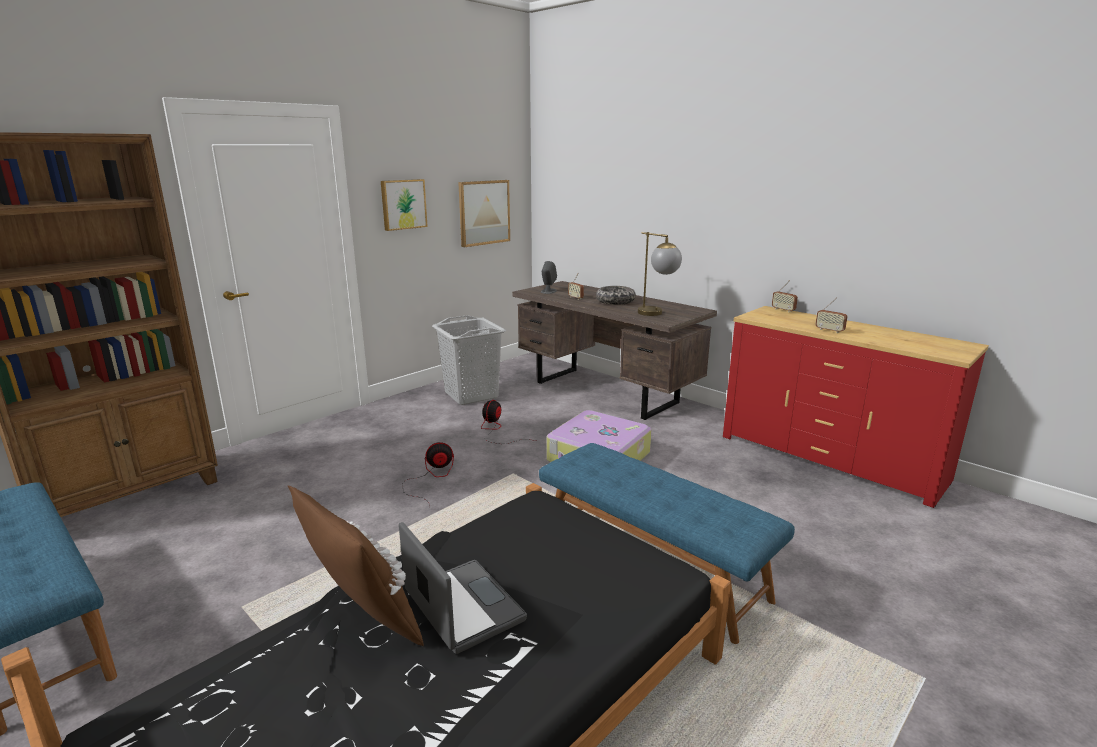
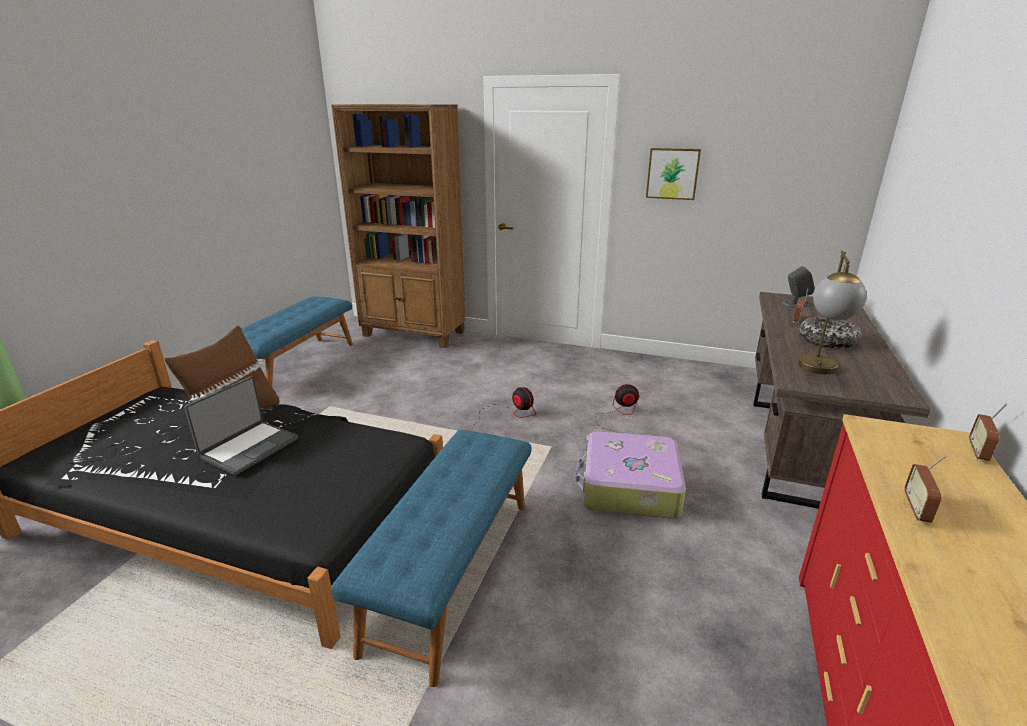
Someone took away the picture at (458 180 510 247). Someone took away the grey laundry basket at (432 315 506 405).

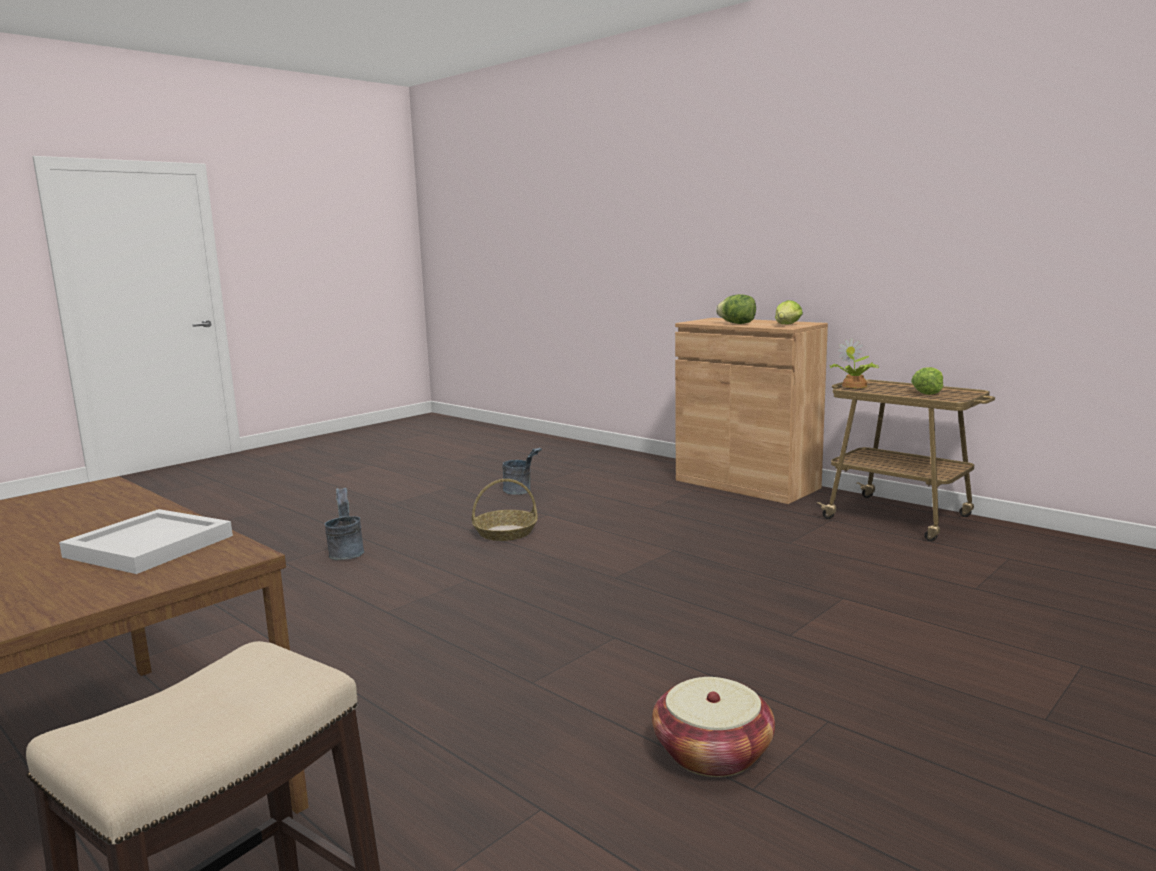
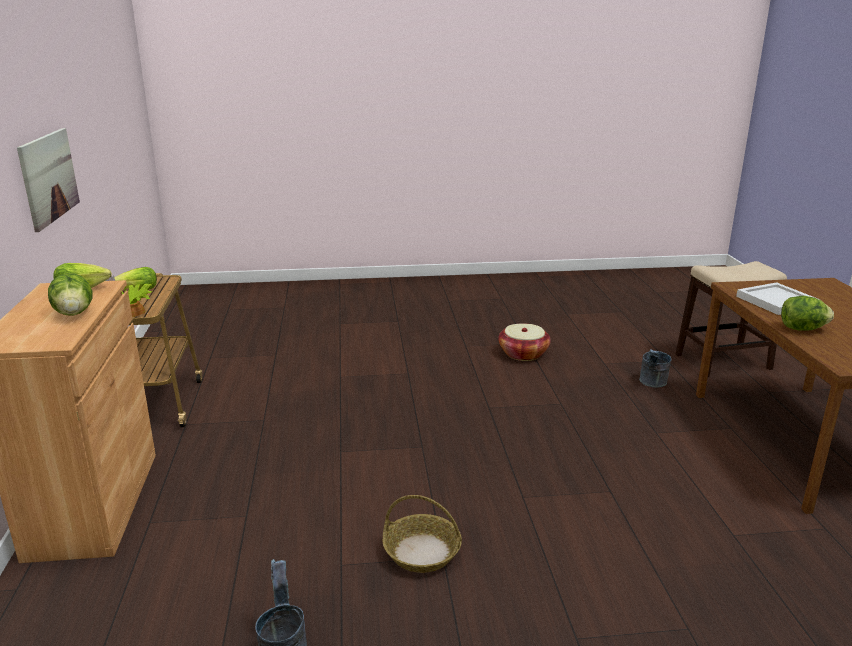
Someone carried the grey bucket from (324 488 364 560) to (639 349 671 388). Someone put up the picture at (17 128 80 232). Someone put down the lettuce at (781 296 834 331).

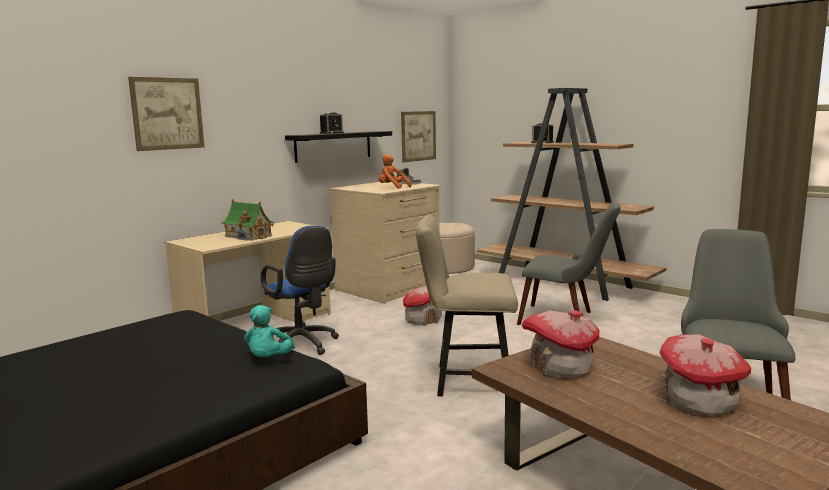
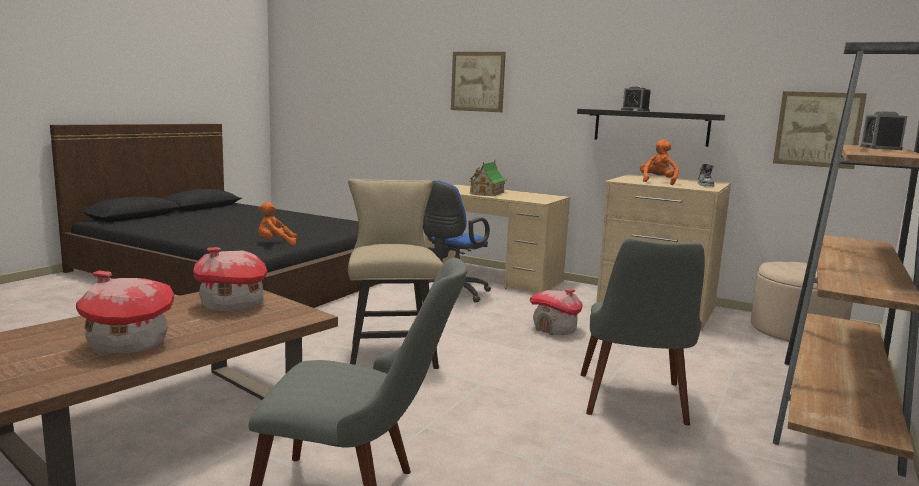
Someone repainted the turquoise plush toy at (244 305 295 357), which became the orange plush toy at (258 202 297 246).

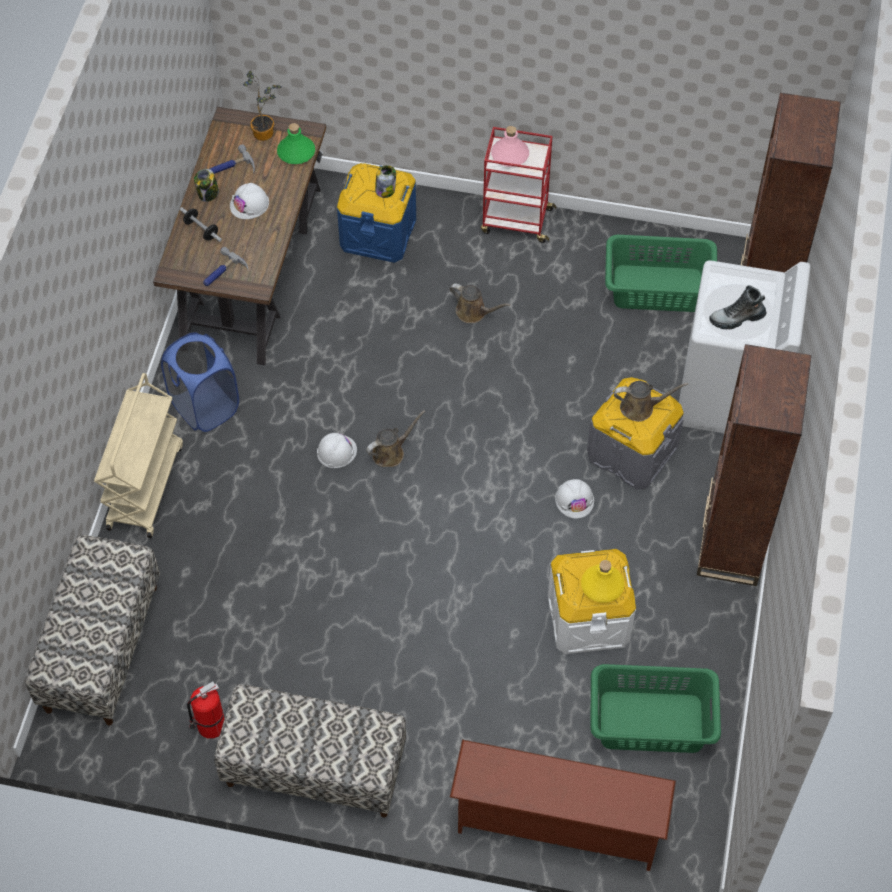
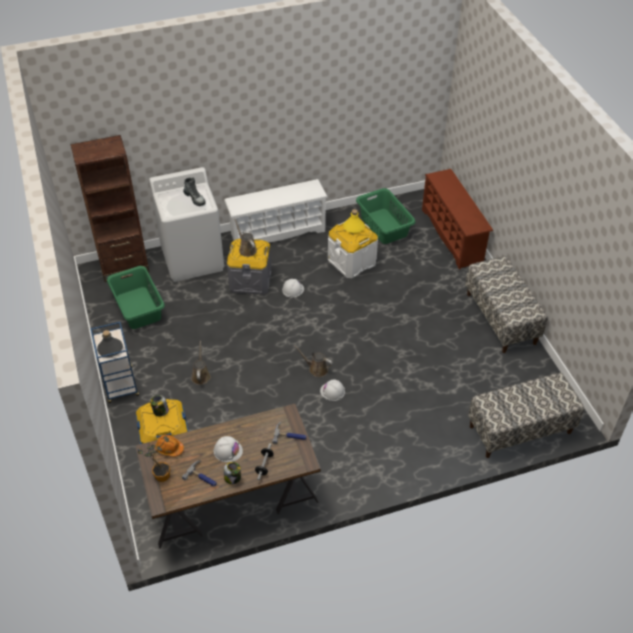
Someone swapped the green bottle at (277 123 315 164) for the orange hard hat at (155 435 184 457). Someone repainted the pink bottle at (491 126 529 167), which became the grey bottle at (97 330 123 357). Someone repainted the red cart at (481 127 556 243), which became the blue cart at (90 322 139 403). Someone took away the blue laundry basket at (161 332 239 432). Someone swapped the brown bookcase at (697 344 812 586) for the white shoe rack at (224 179 328 243). Someone took away the beige cart at (94 373 183 538). Someone took away the fire extinguisher at (187 682 225 739).

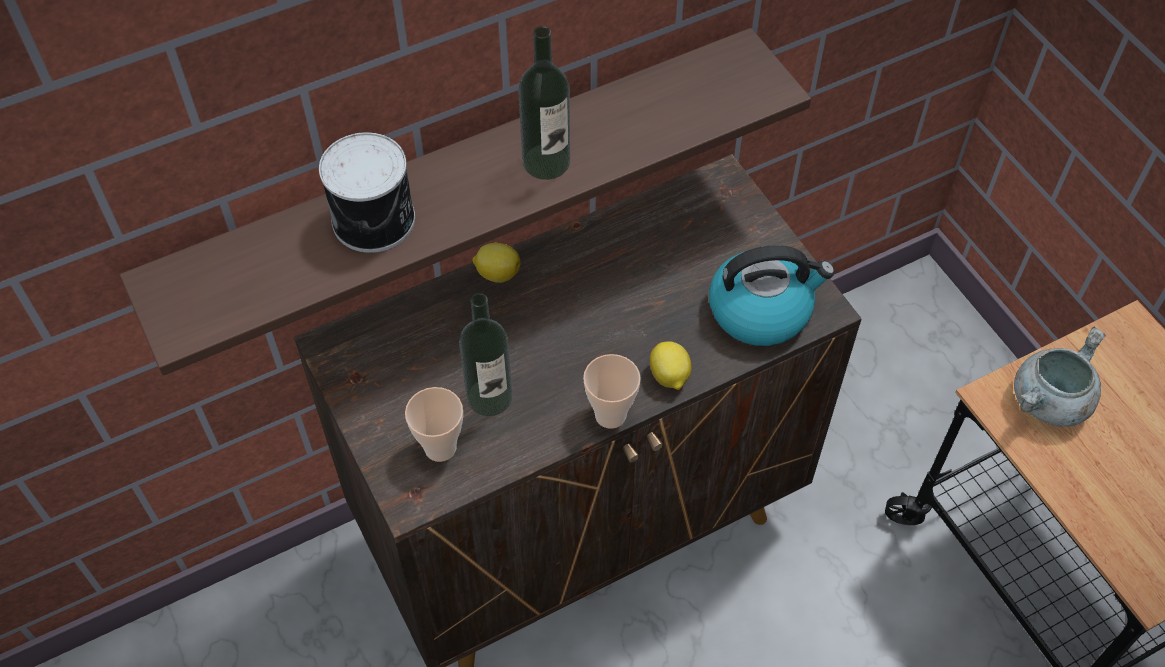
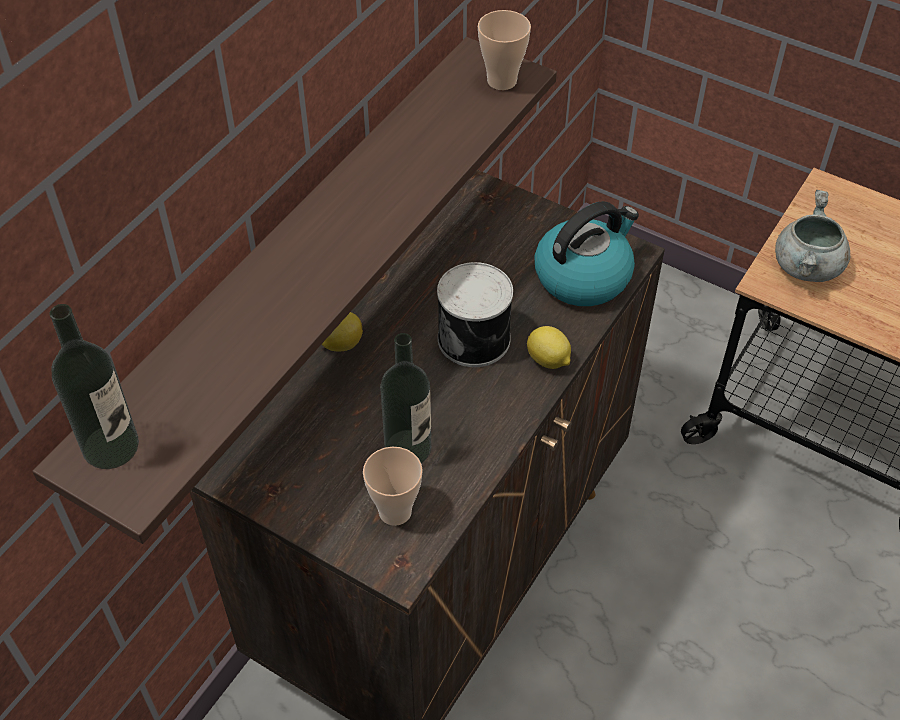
Someone carried the bottle from (518 26 570 180) to (50 304 139 469). Someone carried the can from (319 132 415 253) to (437 262 513 367). Someone carried the cup from (583 354 641 429) to (478 10 531 90).

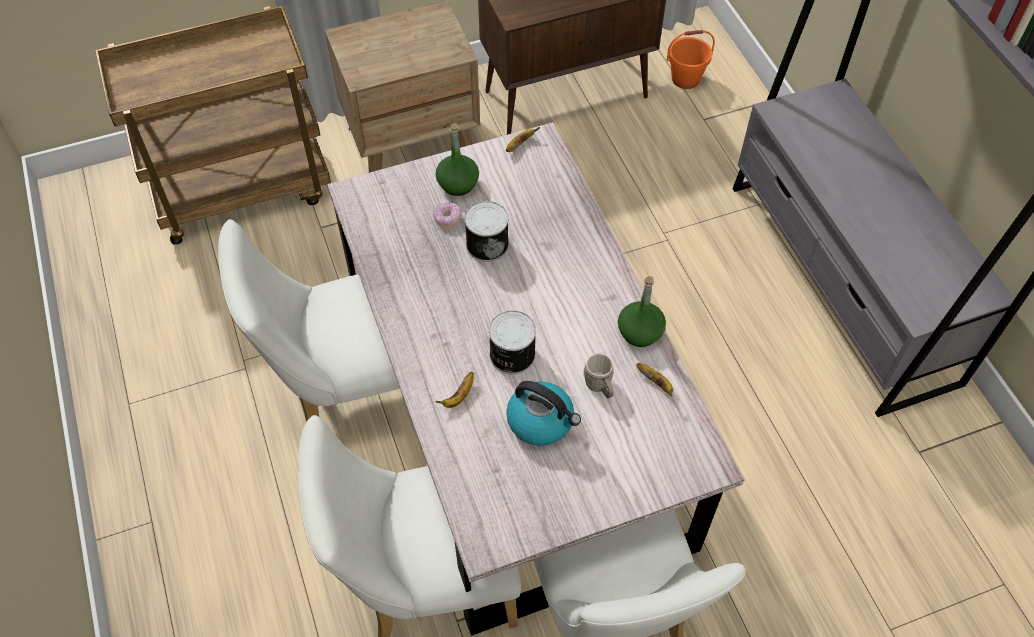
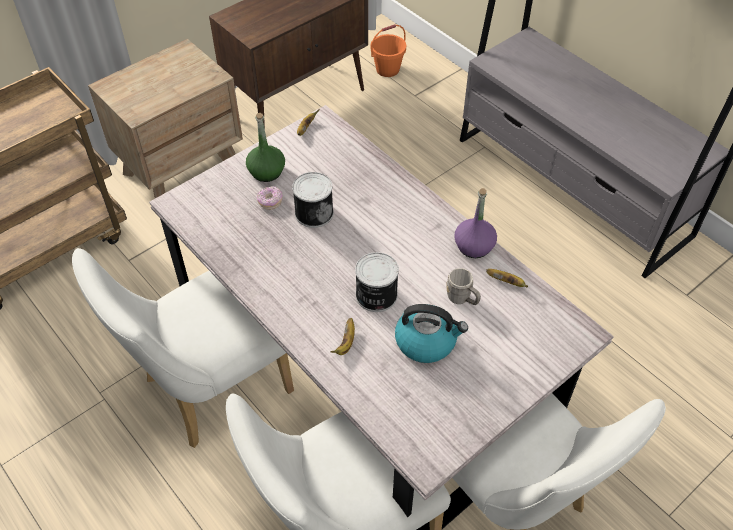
Someone repainted the green bottle at (618 276 666 347), which became the purple bottle at (454 188 497 258).

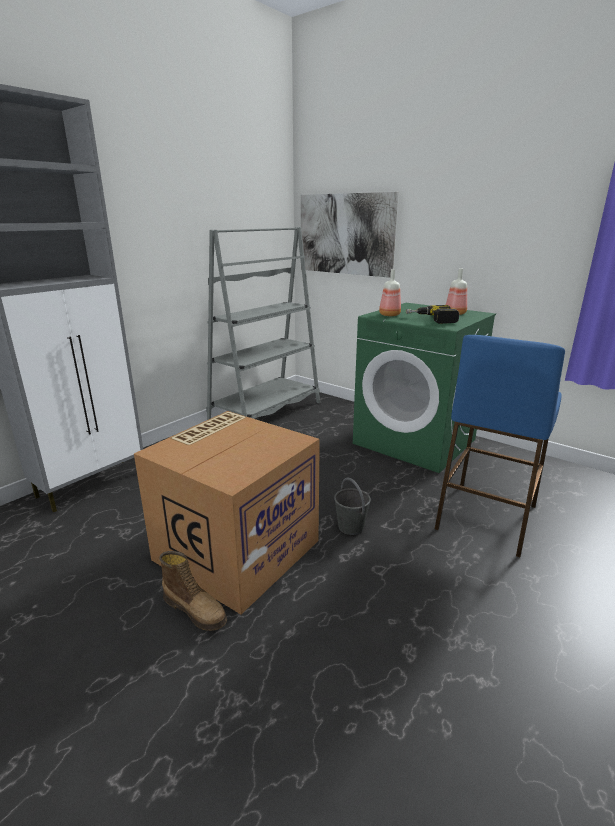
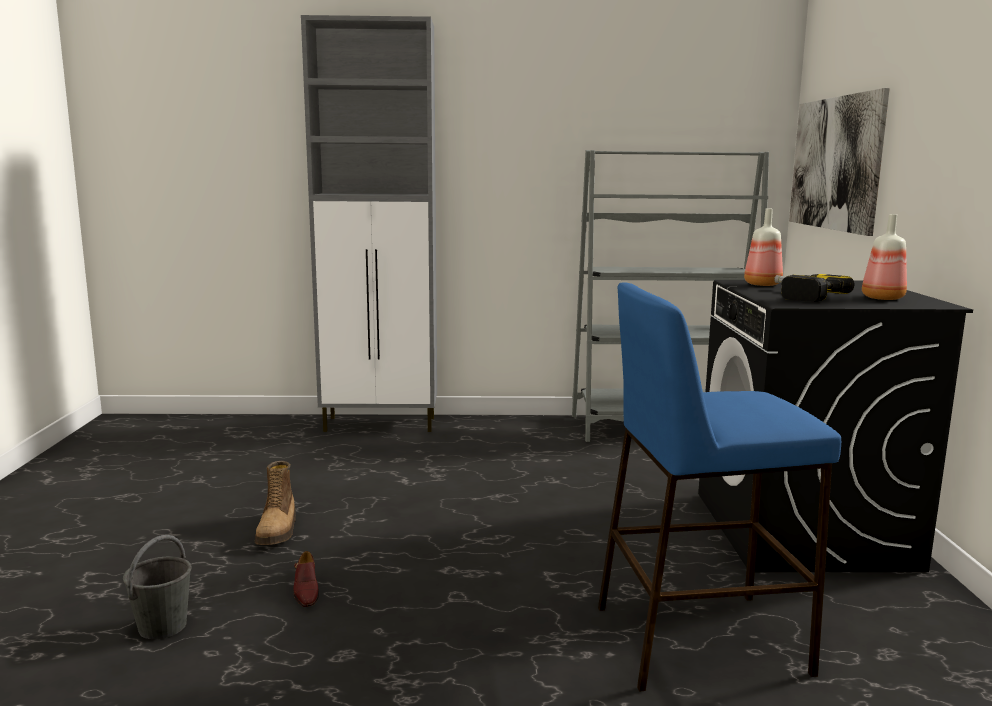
Someone repainted the green washing machine at (353 303 496 473), which became the black washing machine at (698 280 973 572). Someone took away the cardboard box at (134 411 320 614). Someone carried the grey bucket from (334 477 371 535) to (123 535 192 639). Someone put down the brown shoe at (294 551 319 607).

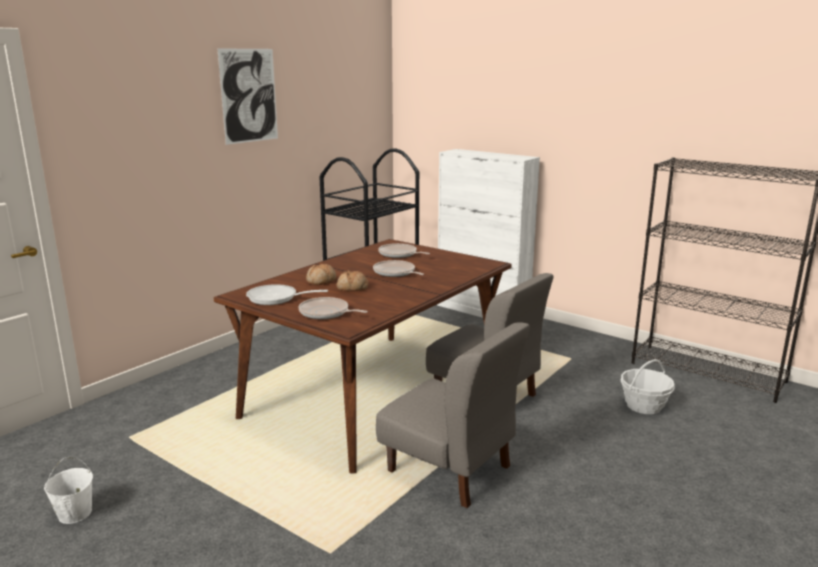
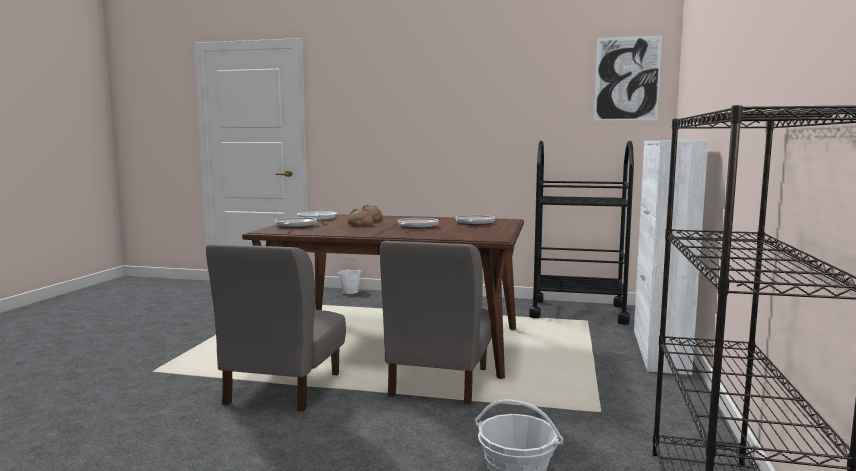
Someone carried the picture from (217 48 278 145) to (594 36 662 121). Someone carried the white bucket from (44 458 93 524) to (338 259 362 294).

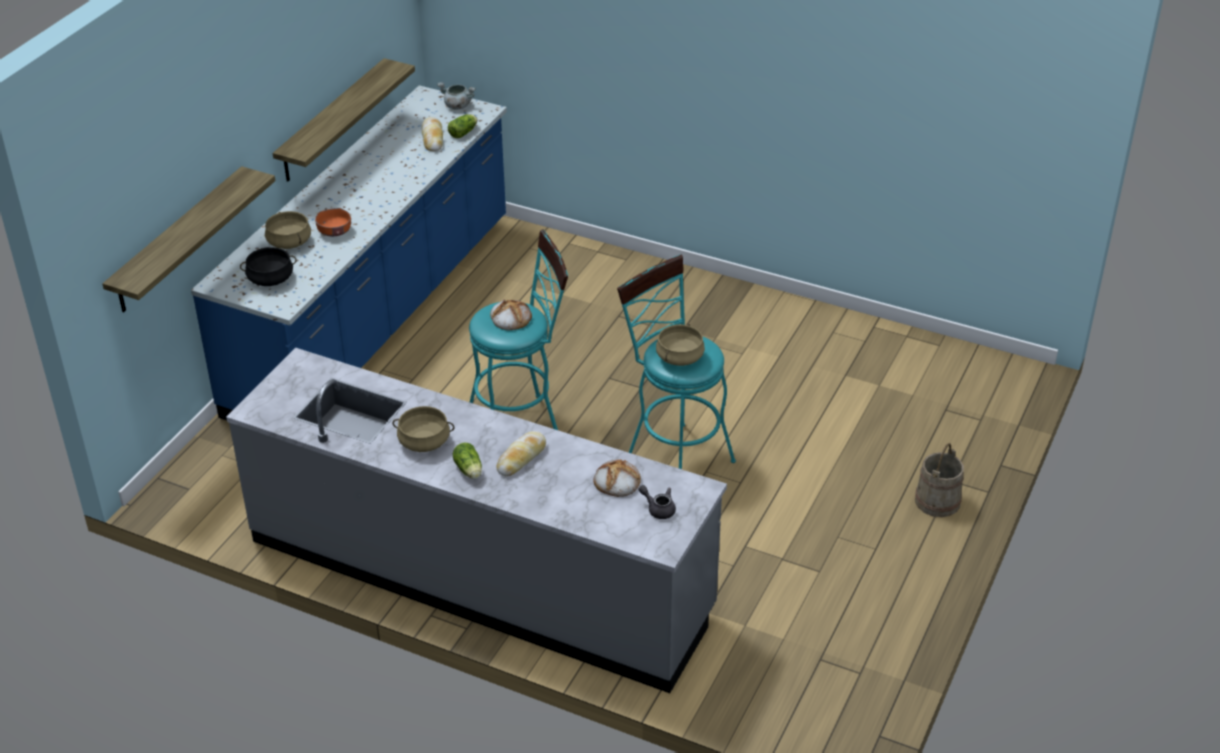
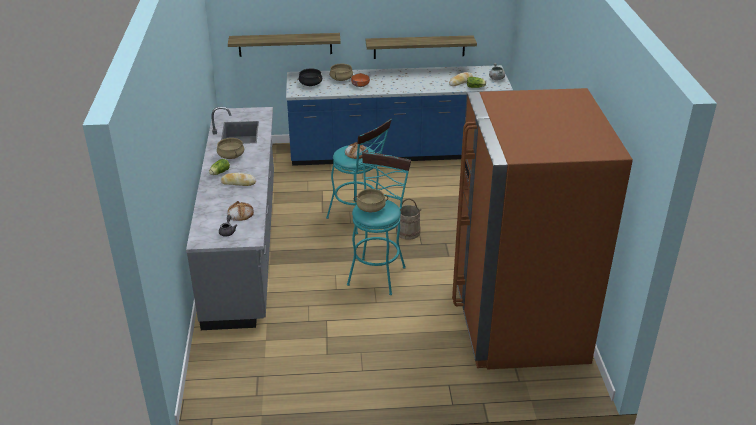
Someone carried the beige bucket from (915 443 964 517) to (396 198 422 240). Someone put down the brown fridge at (452 88 633 370).

